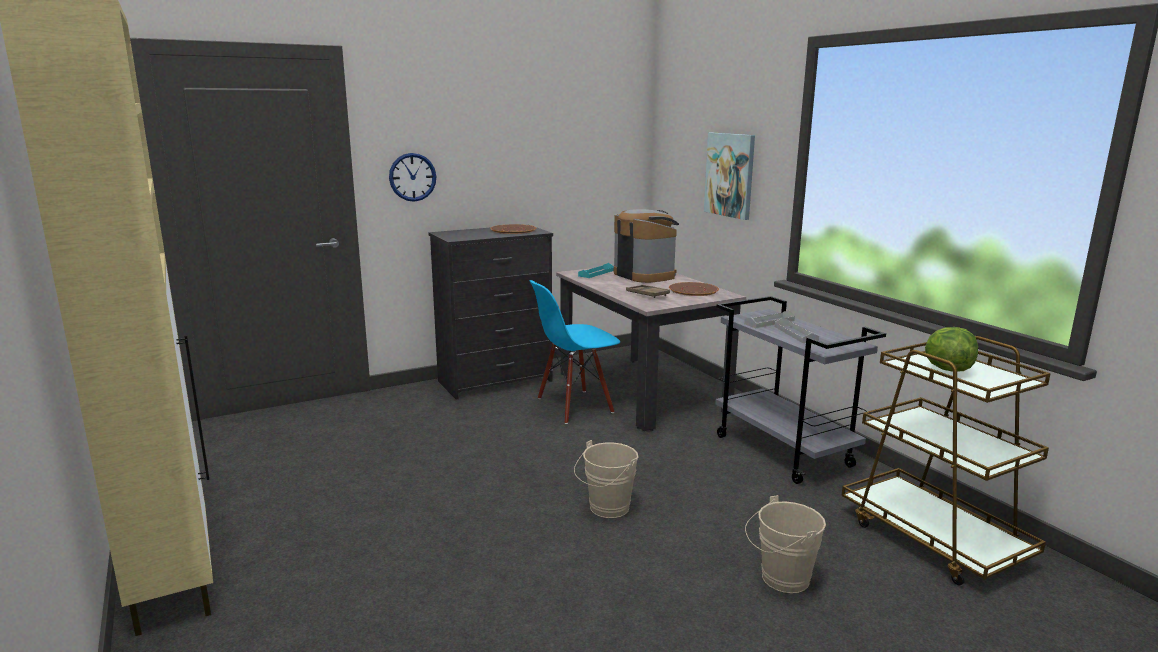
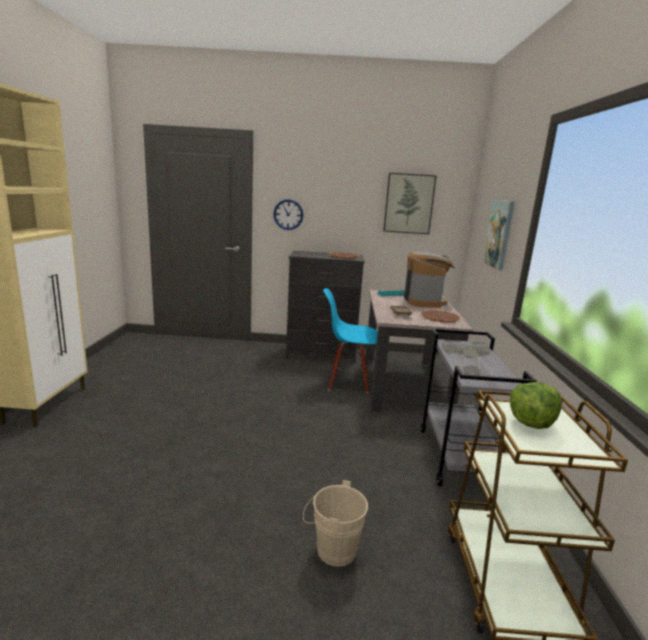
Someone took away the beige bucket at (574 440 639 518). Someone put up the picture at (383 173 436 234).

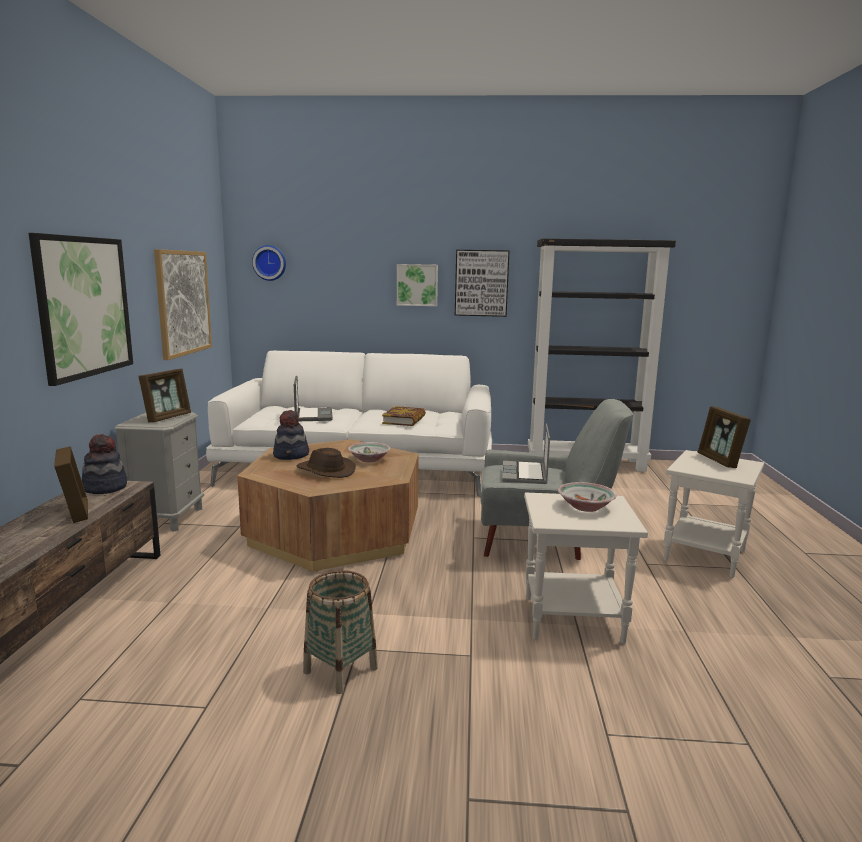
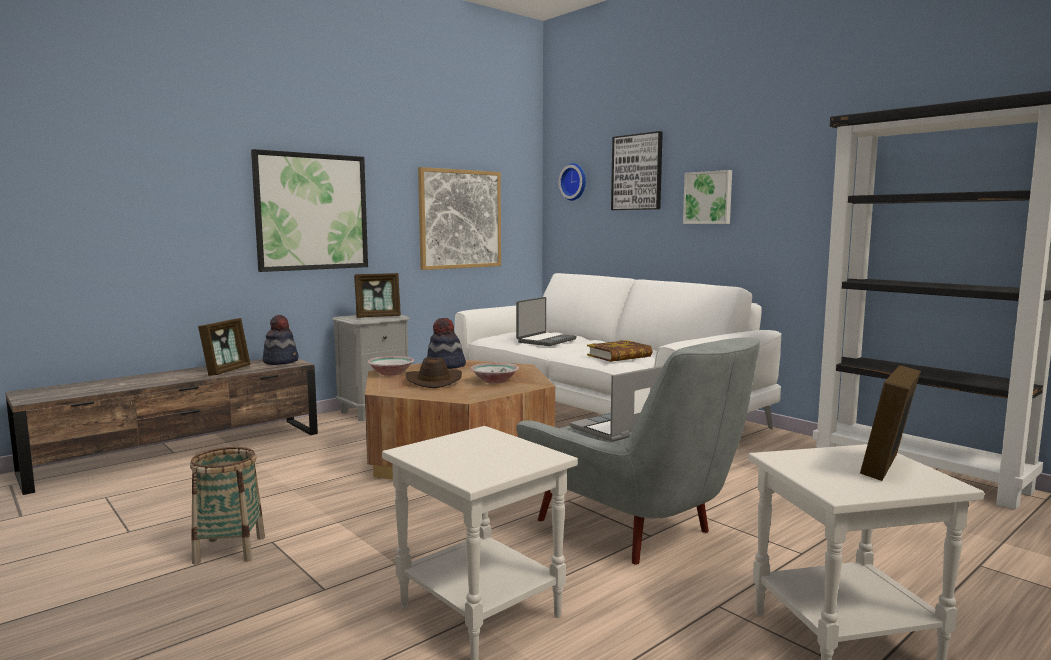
Someone carried the picture from (455 250 510 317) to (611 131 663 210). Someone carried the bowl from (558 482 617 512) to (367 356 414 376).

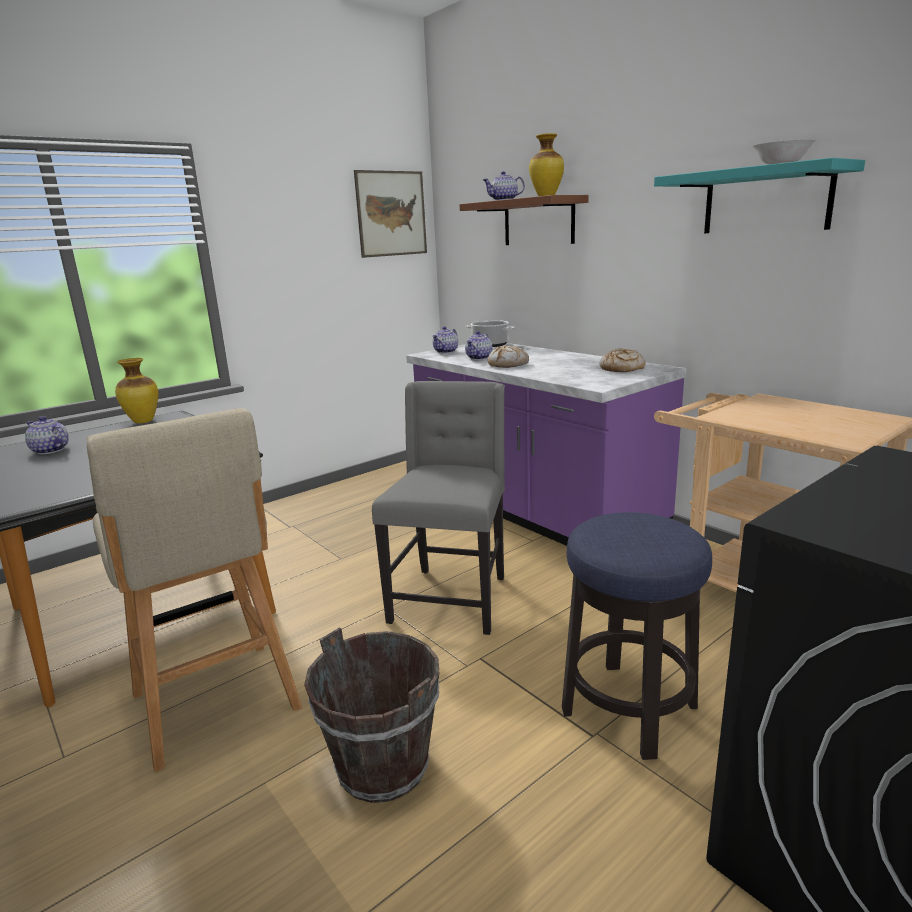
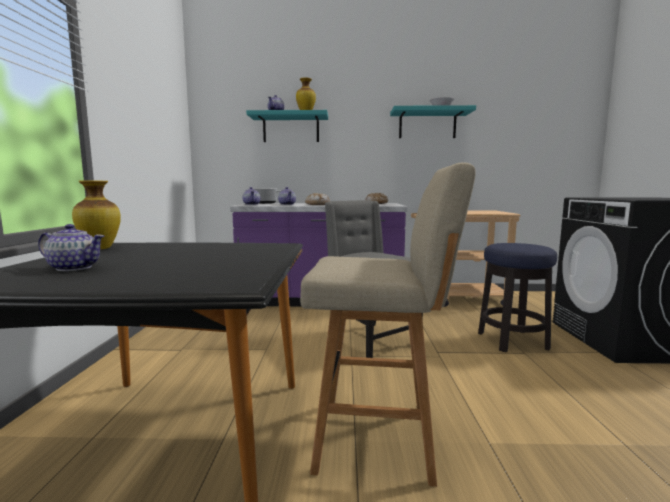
Someone took away the picture at (354 170 427 258). Someone repainted the brown shelf at (460 195 589 245), which became the turquoise shelf at (246 110 328 142). Someone rotated the teapot at (25 416 69 454) by 150 degrees counterclockwise. Someone took away the brown bucket at (304 628 439 803).

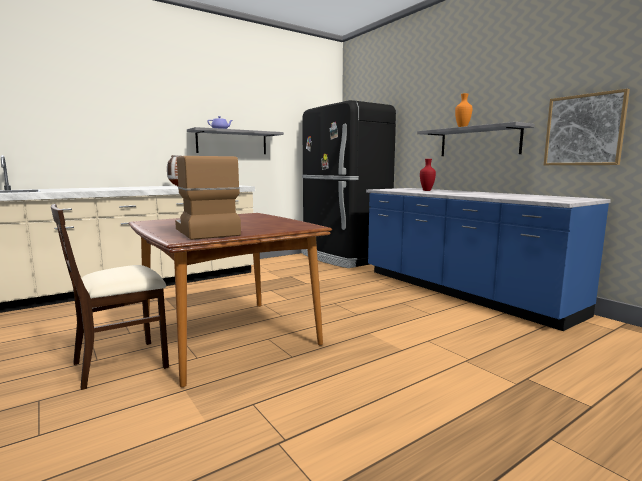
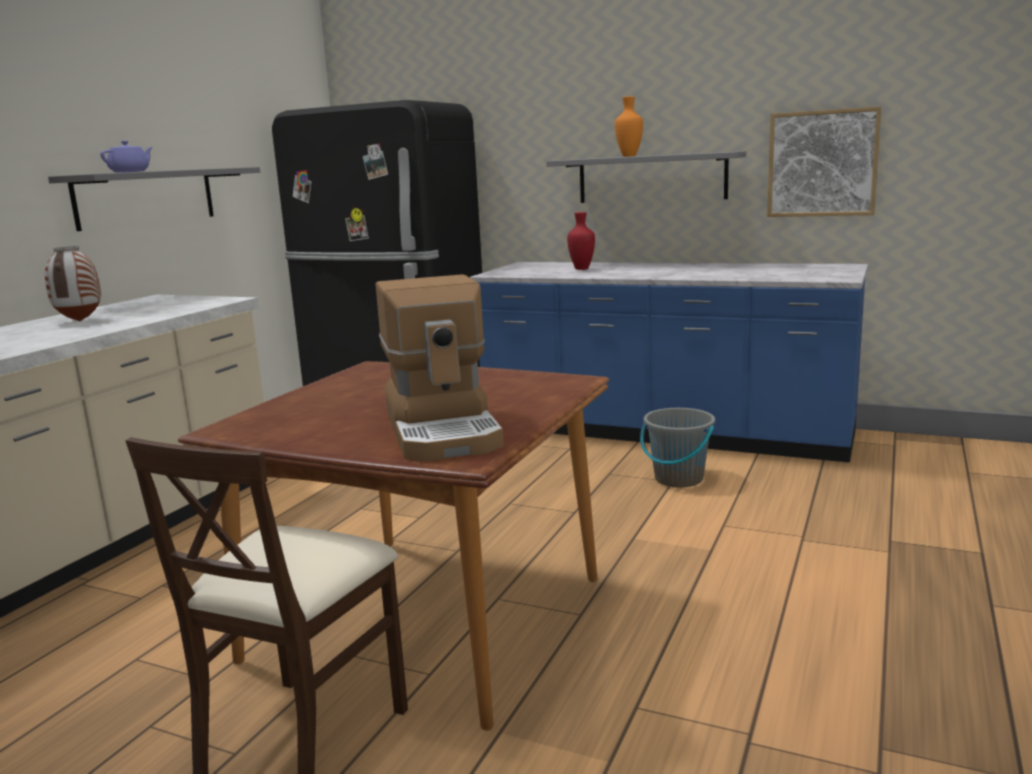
Someone rotated the coffee machine at (175 156 241 240) by 135 degrees counterclockwise. Someone put down the grey bucket at (640 408 715 487).

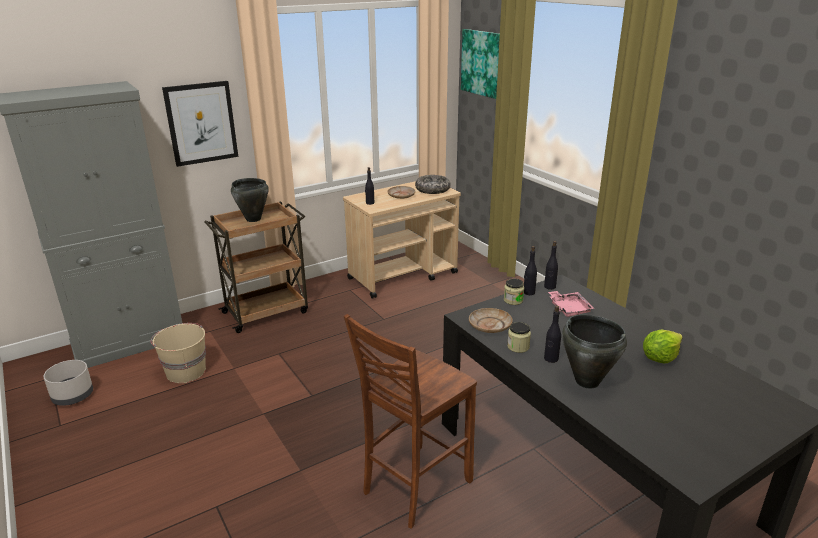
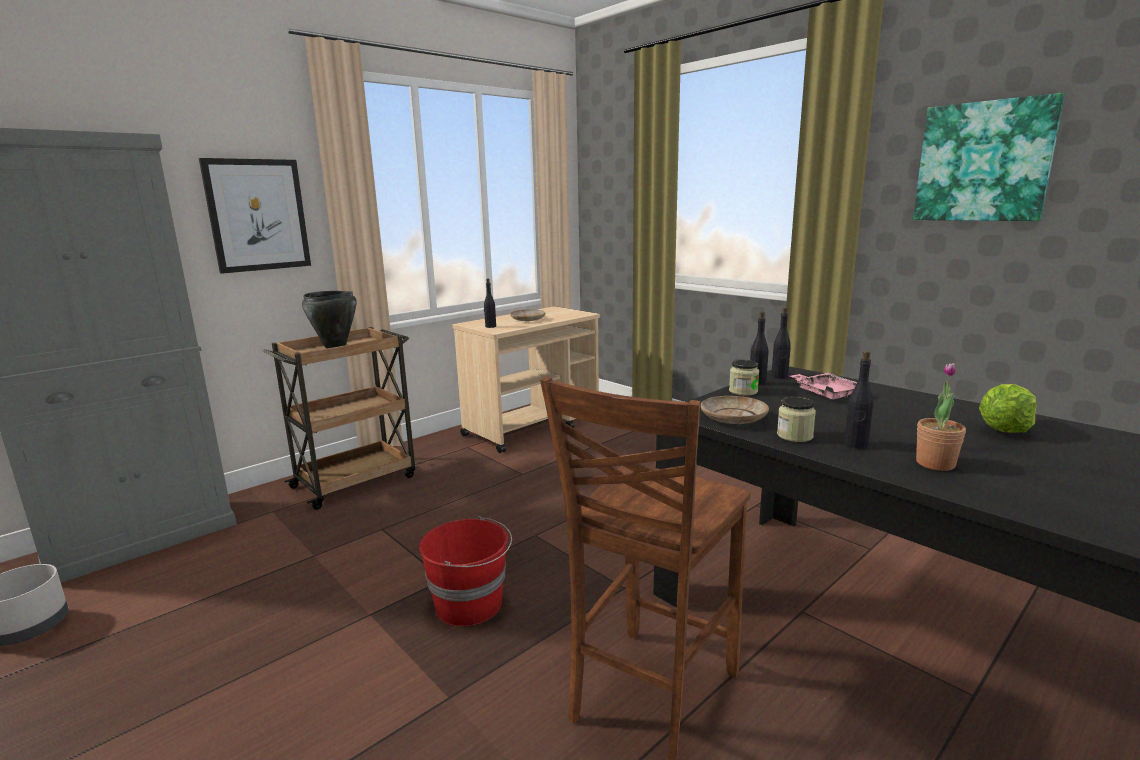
Someone carried the picture from (461 29 500 99) to (913 93 1065 221). Someone took away the bowl at (415 175 451 194). Someone swapped the black cooking pot at (562 314 627 389) for the potted plant at (916 363 966 471). Someone took away the beige bucket at (151 323 206 383). Someone put down the red bucket at (419 516 512 627).

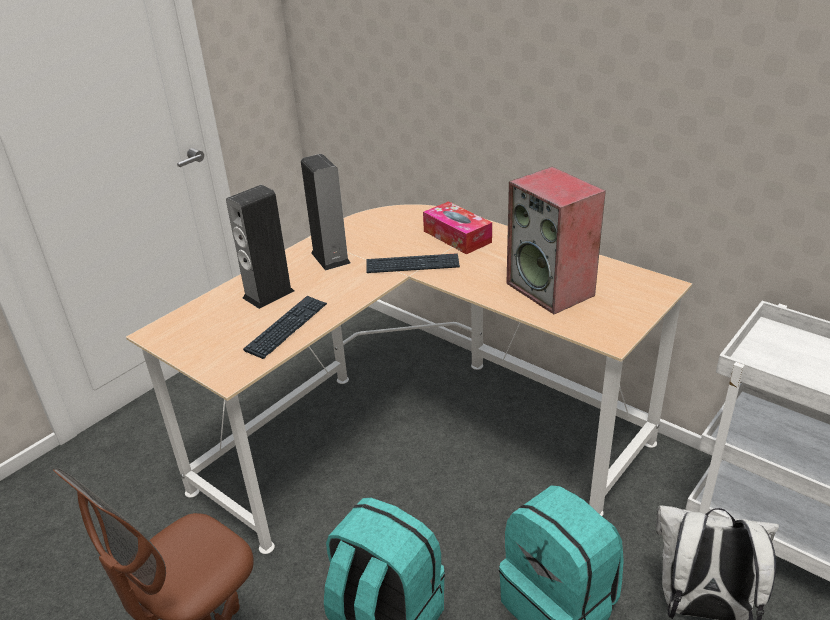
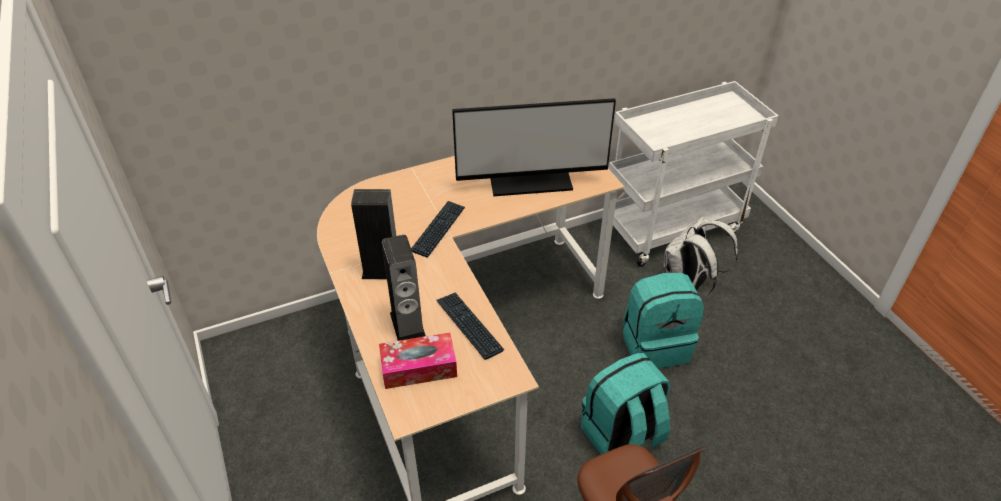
Someone swapped the speaker at (506 167 606 314) for the monitor at (452 98 616 196). Someone carried the tissue box from (423 201 492 254) to (379 333 457 389).

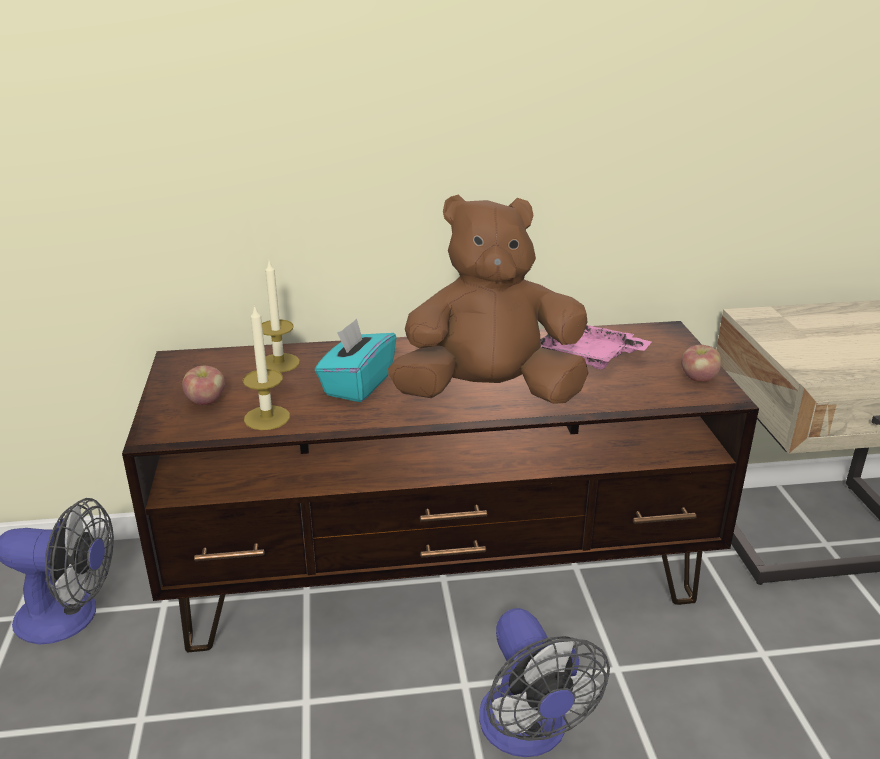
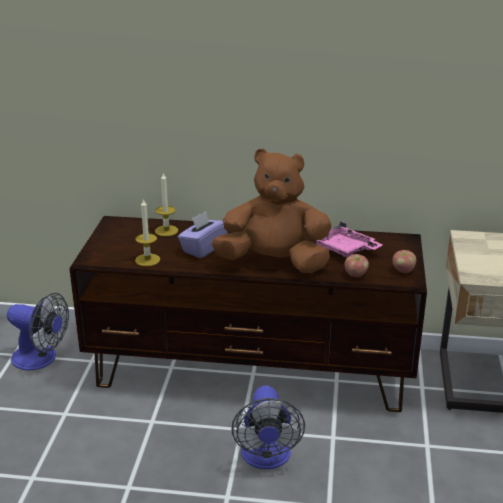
Someone repainted the turquoise tissue box at (315 318 396 402), which became the purple tissue box at (178 211 228 258). Someone carried the apple from (182 366 225 405) to (345 254 369 277).

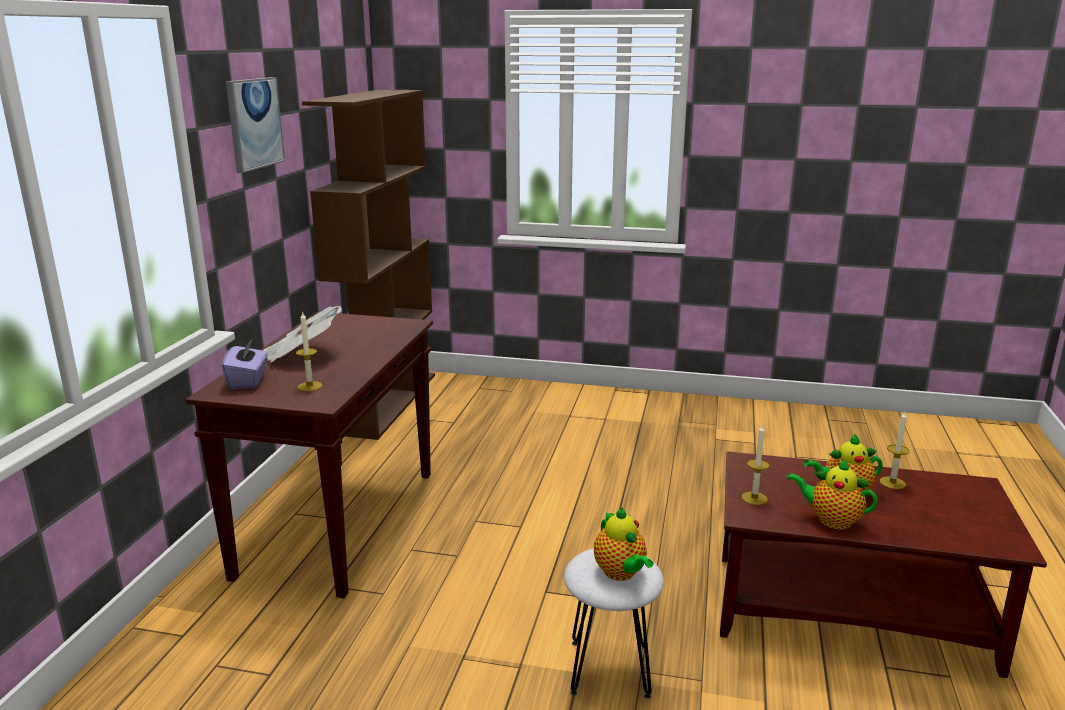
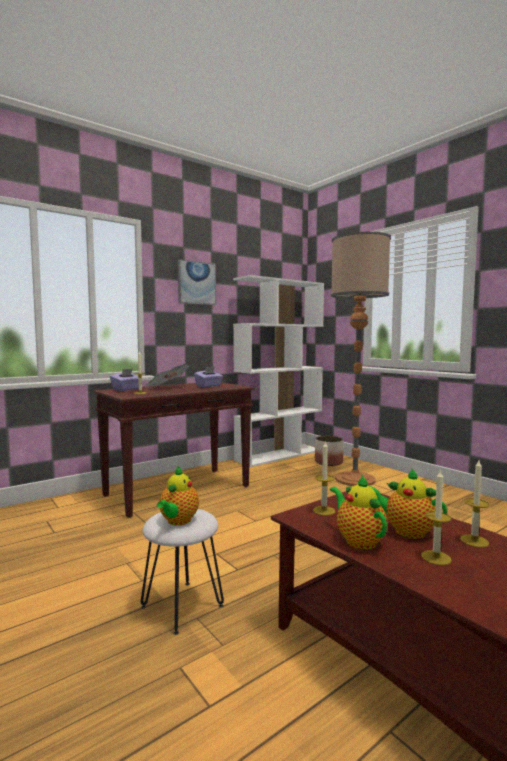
Someone repainted the brown bookcase at (302 89 435 440), which became the white bookcase at (233 275 324 467). Someone put down the floor lamp at (331 232 391 486). Someone put down the purple tissue box at (194 367 223 387). Someone put down the planter at (315 436 343 466). Someone put down the candle at (421 469 452 565).

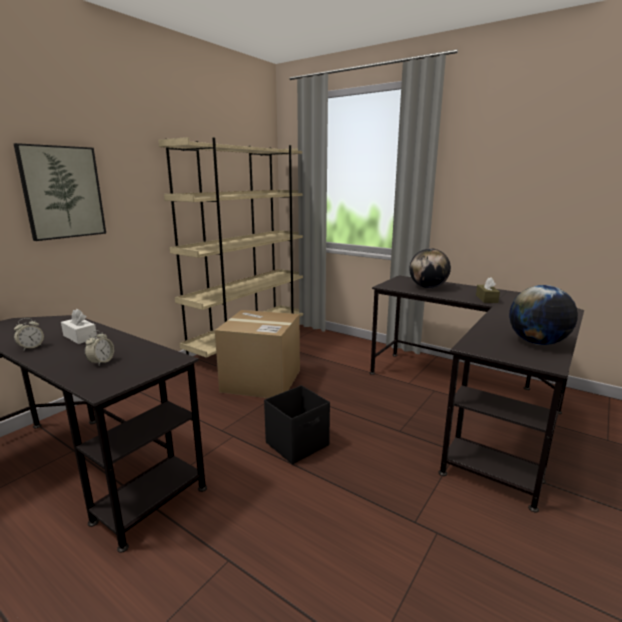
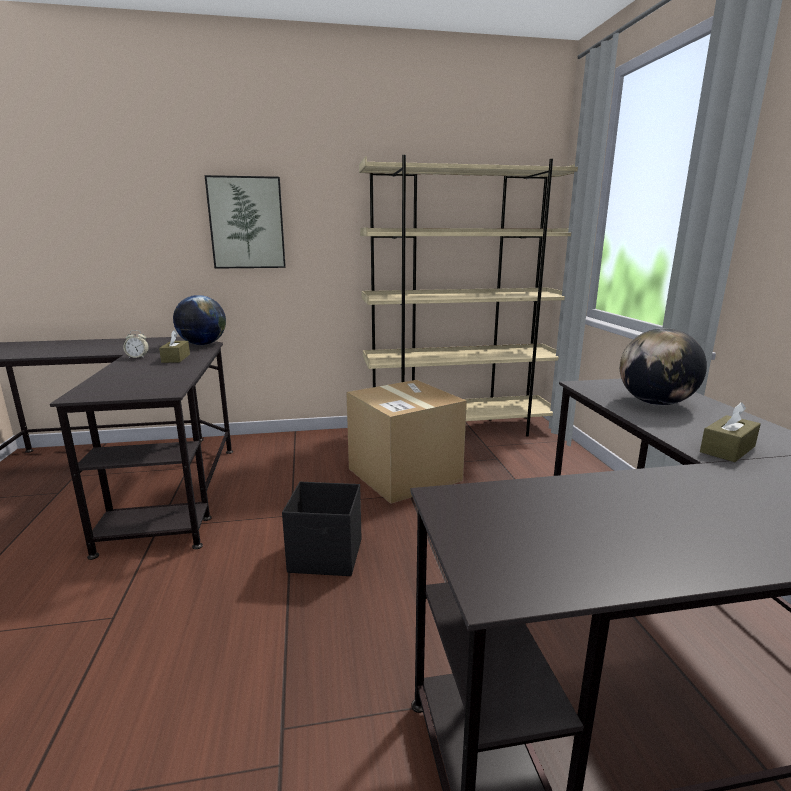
Someone carried the globe from (509 285 578 345) to (173 295 226 345). Someone repainted the white tissue box at (61 309 97 344), which became the brown tissue box at (159 330 190 363). Someone took away the alarm clock at (85 330 114 366).

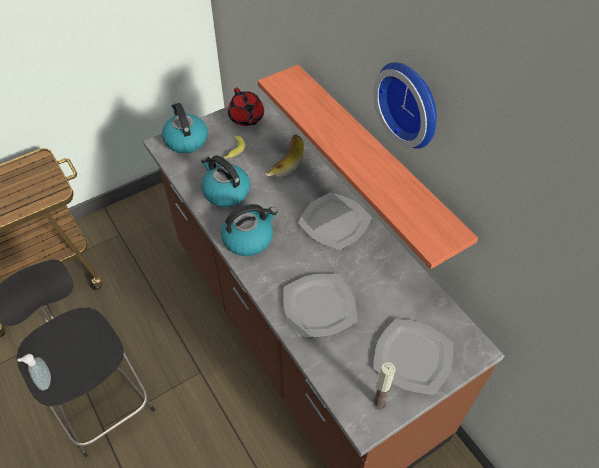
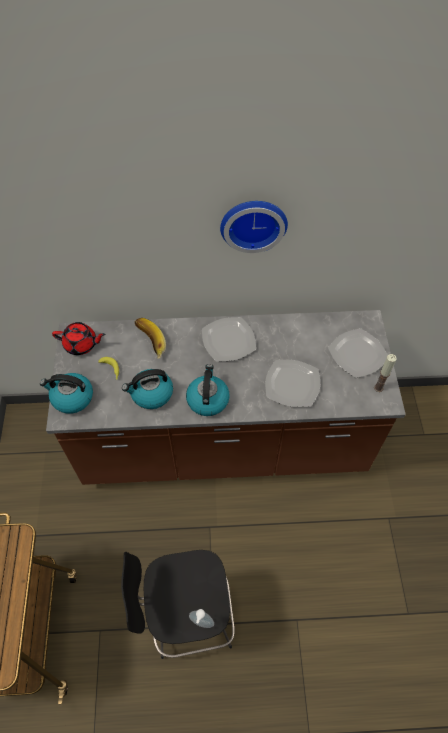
Someone took away the shelf at (258 65 478 269).

